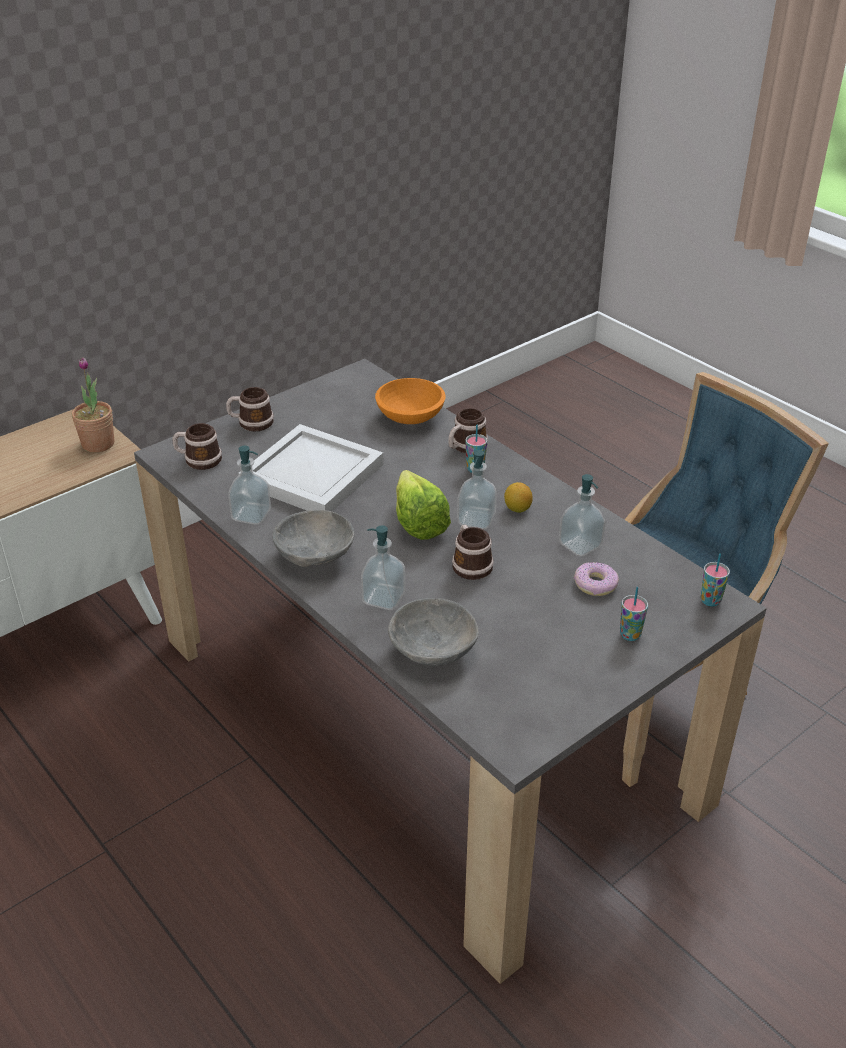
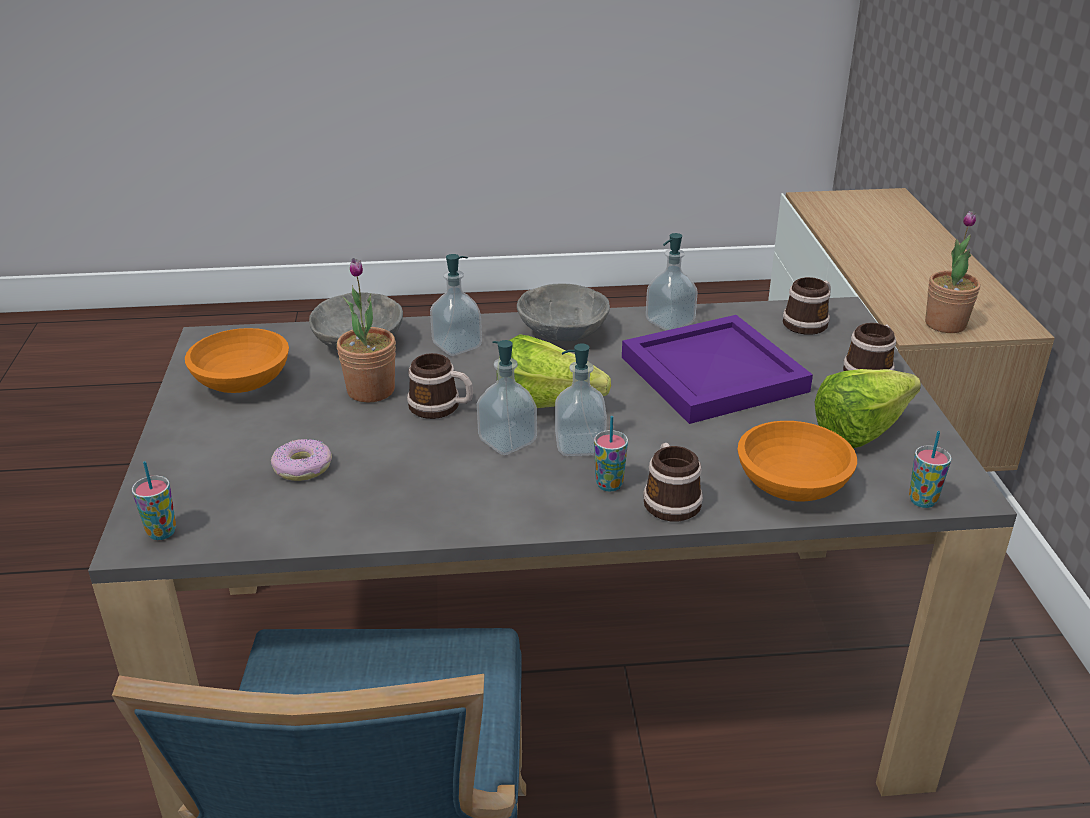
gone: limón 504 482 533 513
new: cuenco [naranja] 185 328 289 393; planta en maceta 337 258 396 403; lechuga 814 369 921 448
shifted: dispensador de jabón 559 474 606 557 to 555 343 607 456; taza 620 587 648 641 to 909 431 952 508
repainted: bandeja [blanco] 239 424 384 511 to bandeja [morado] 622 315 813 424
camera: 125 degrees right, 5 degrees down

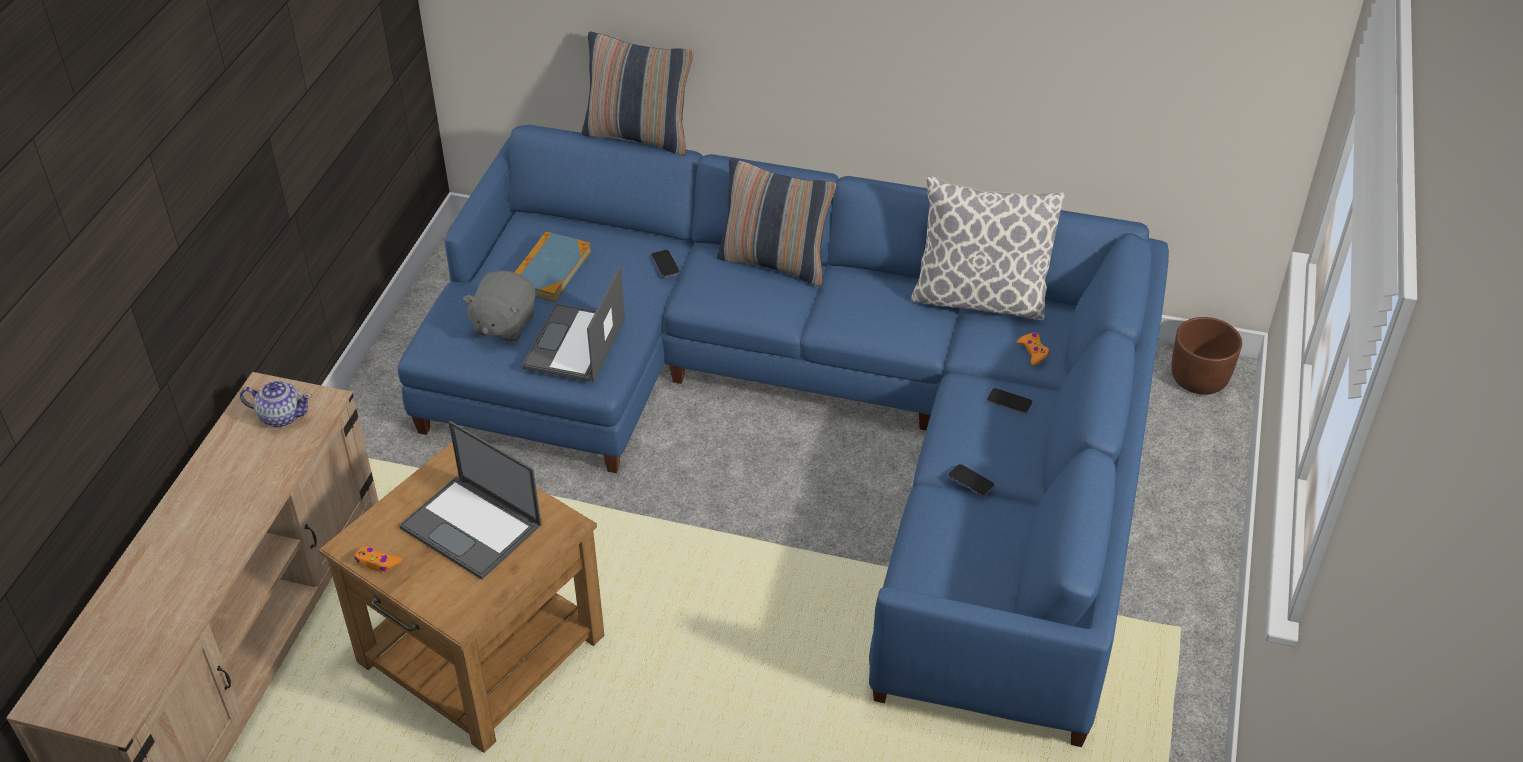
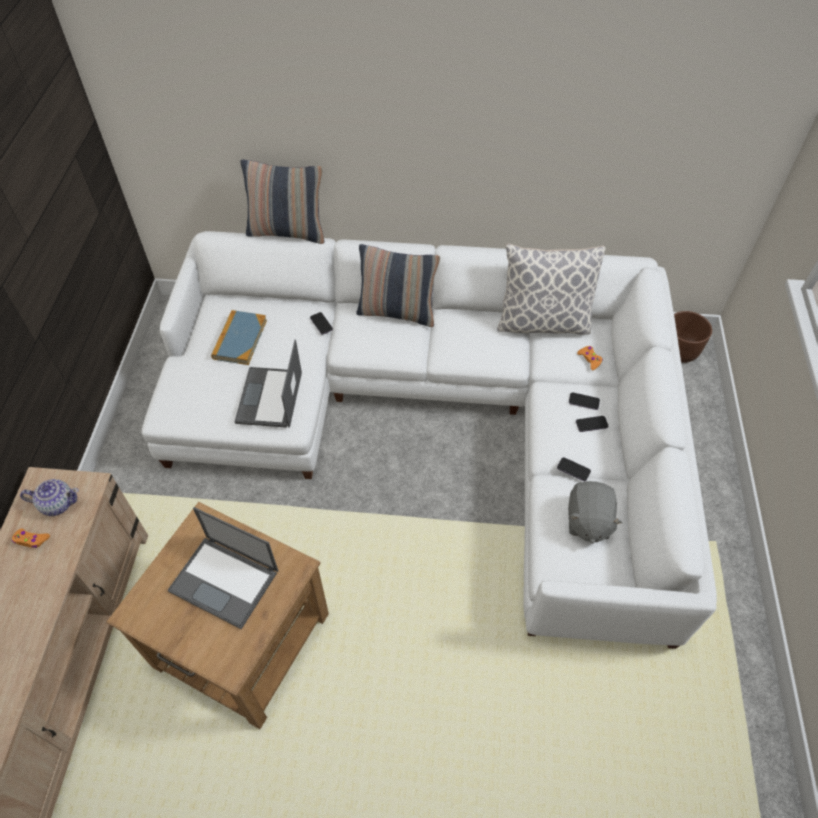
new: móvil 576 416 608 432
shifted: mando de consola [naranja] 354 546 402 571 to 12 528 50 548; peluche [gris] 463 270 536 342 to 568 481 622 544
repainted: sofá [azul] 397 125 1169 747 to sofá [blanco] 142 231 717 649
camera: 10 degrees left, 10 degrees up

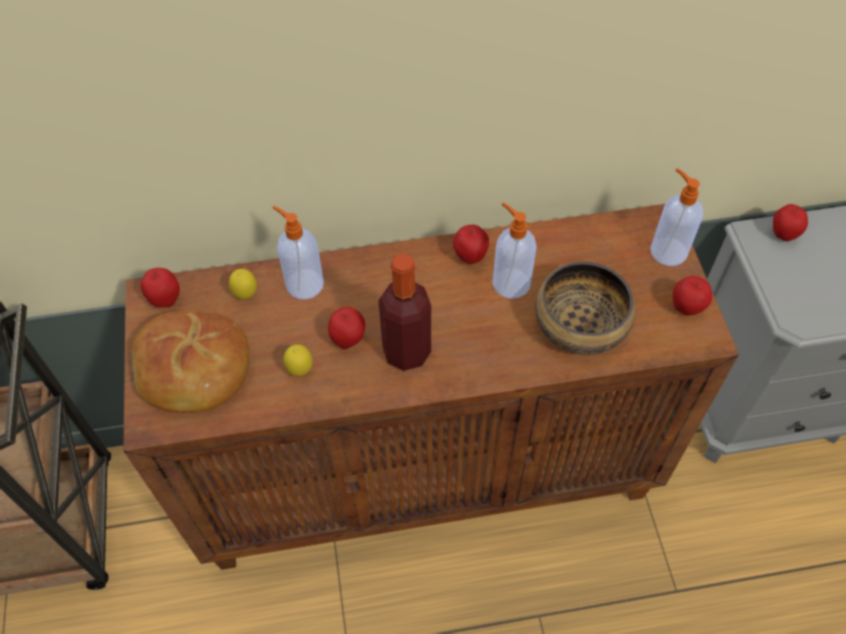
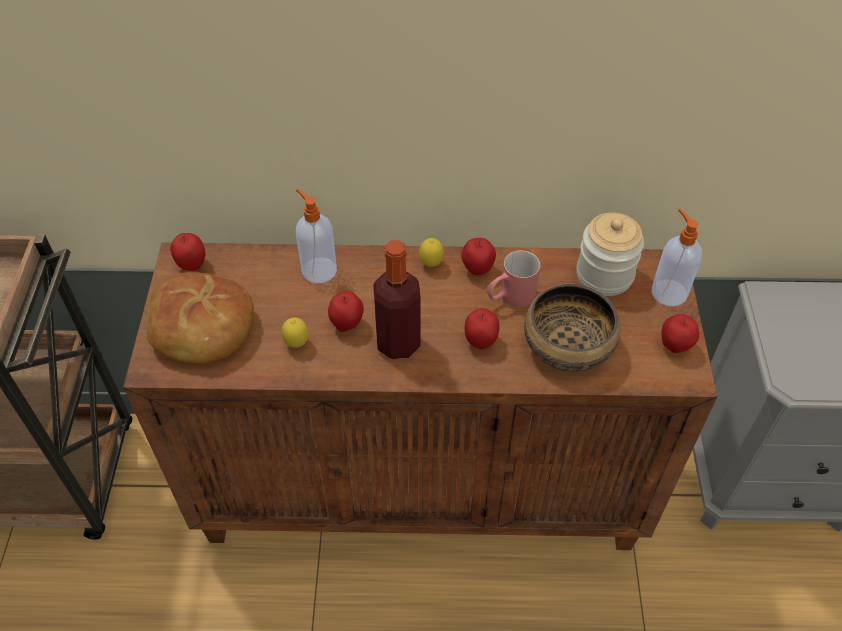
new: tarro 576 212 644 296
shifted: limón 229 269 257 299 to 419 238 444 267; manzana 773 204 808 241 to 465 308 499 349
swapped: dispensador de jabón 493 202 537 299 to taza grande [rojo] 486 250 540 307
camera: 10 degrees right, 5 degrees down

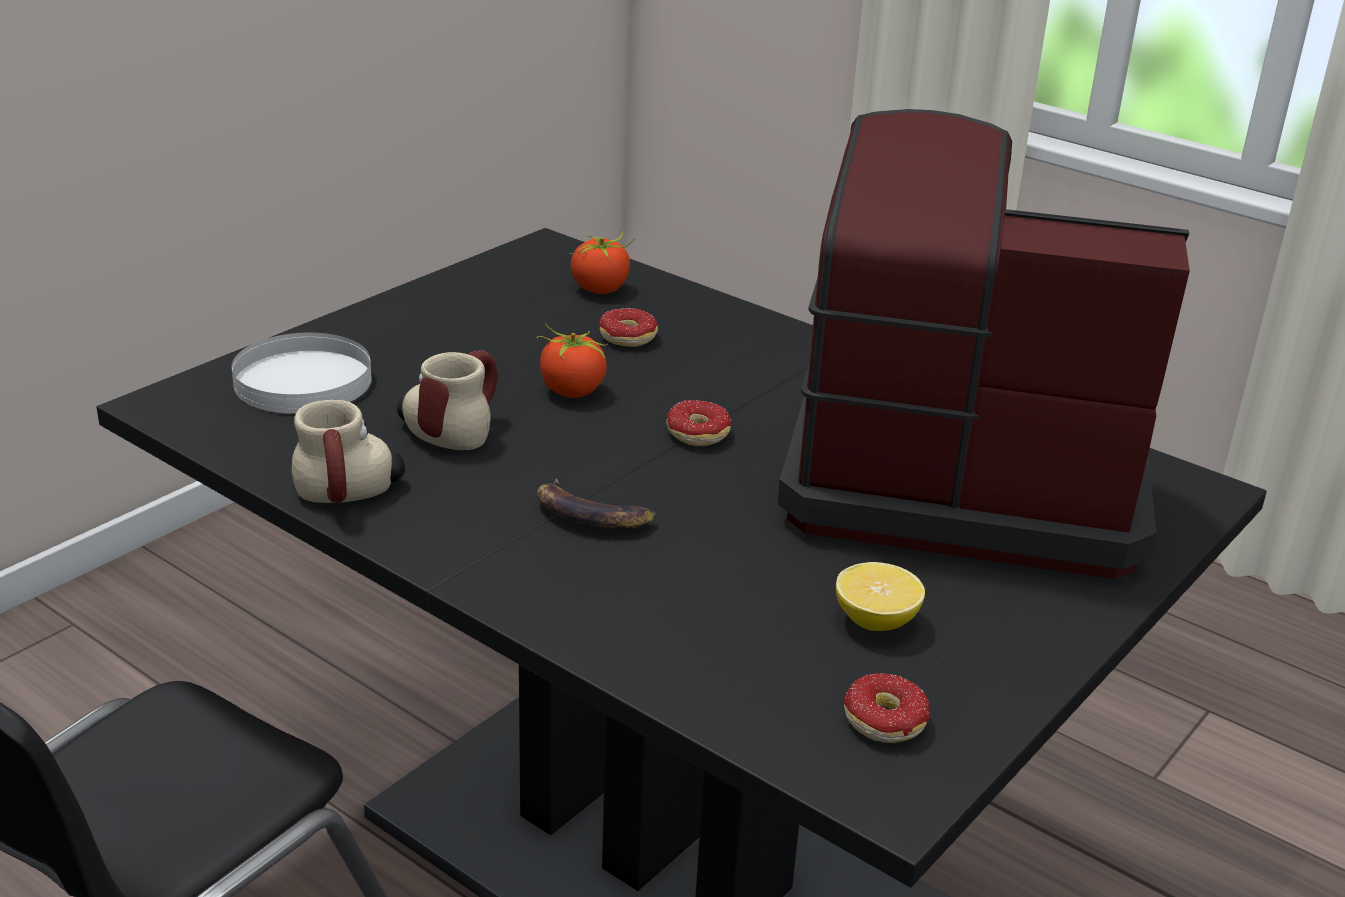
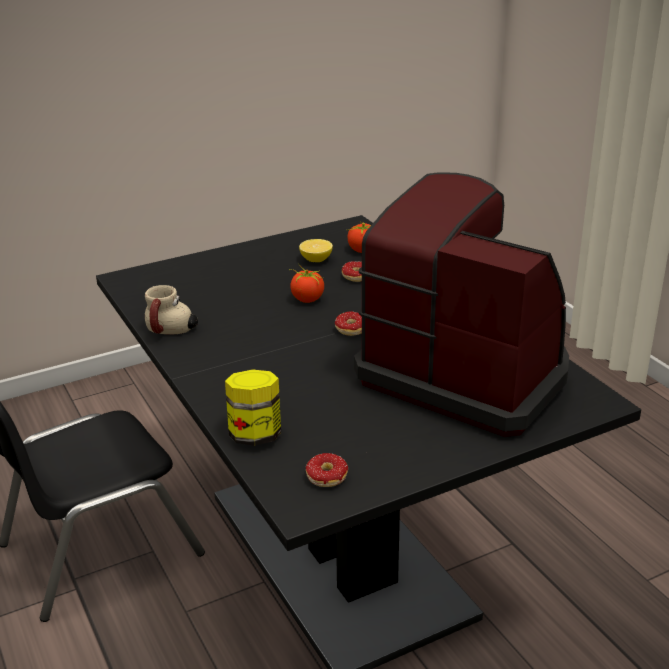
gone: plato [blanco] 232 333 372 414; taza grande 397 350 498 450; plátano 537 479 656 529
new: tarro 225 369 281 446
shifted: limón 836 562 925 631 to 299 239 333 262
camera: 25 degrees right, 0 degrees up

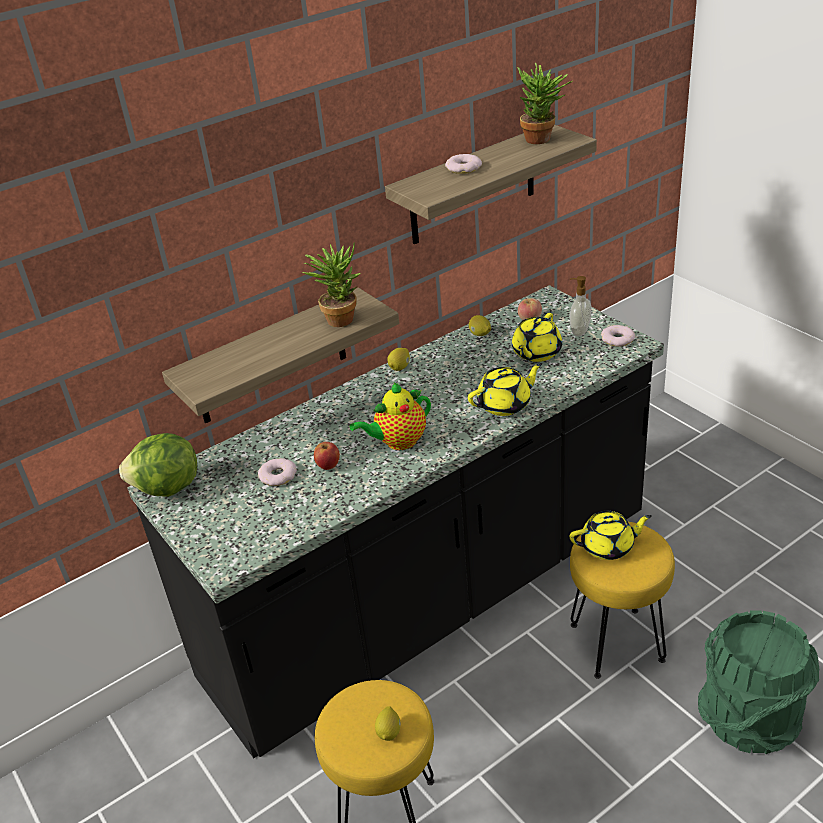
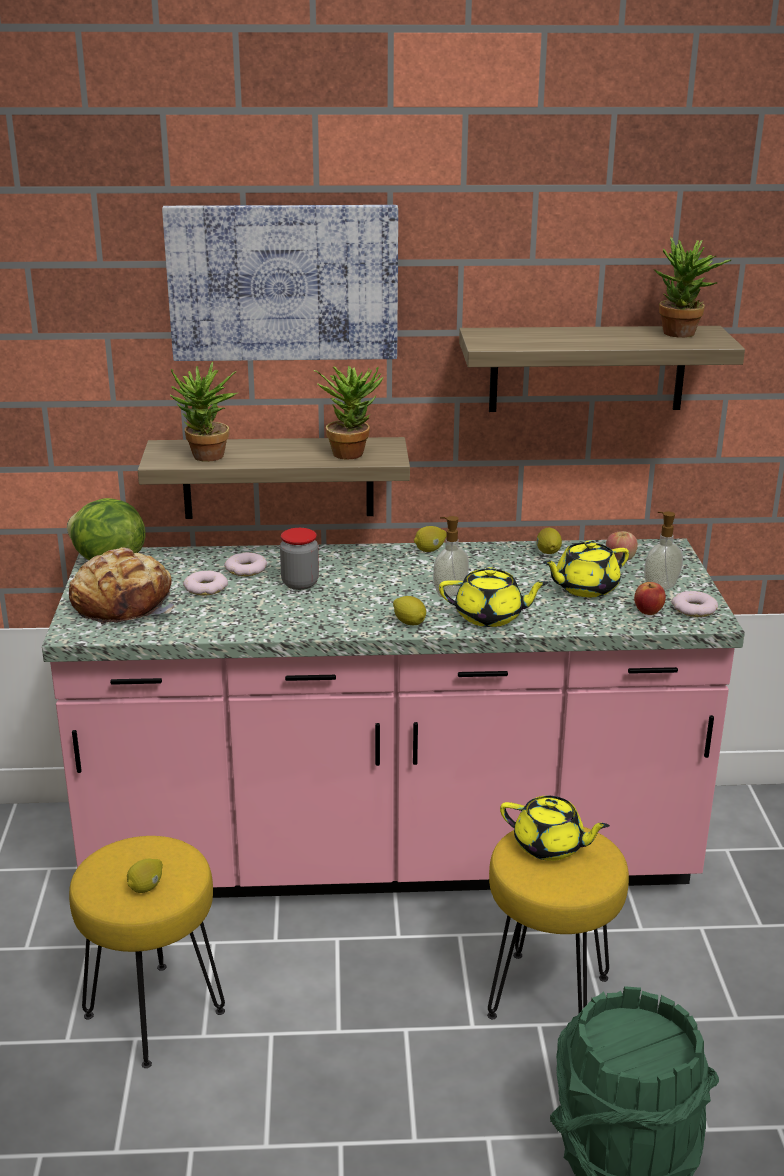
gone: tetera 350 382 431 450
new: pan 69 547 174 624; cuadro 162 205 398 361; planta en maceta 170 362 237 462; tarro 280 528 319 590; limón 393 596 426 625; dispensador de jabón 433 516 469 597
shifted: rosquilla 445 154 482 174 to 224 552 267 576; manzana 314 442 340 470 to 634 582 666 615
repainted: mueble bajo de cocina [negro] 127 285 664 758 to mueble bajo de cocina [rosa] 42 538 745 898
camera: 30 degrees right, 10 degrees down

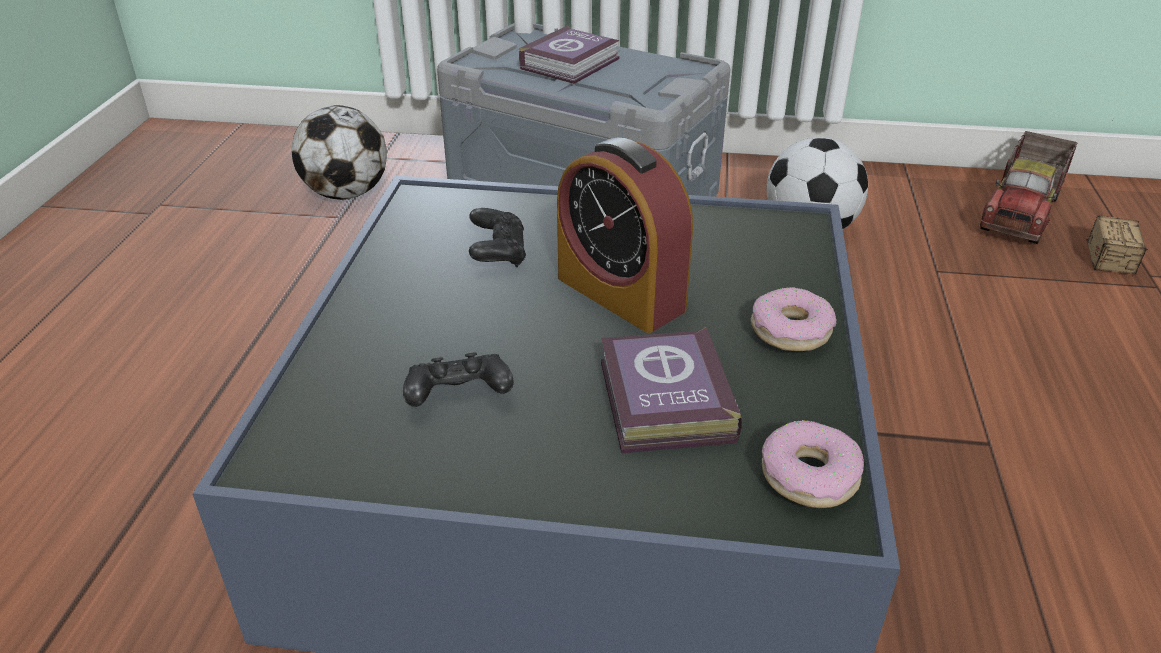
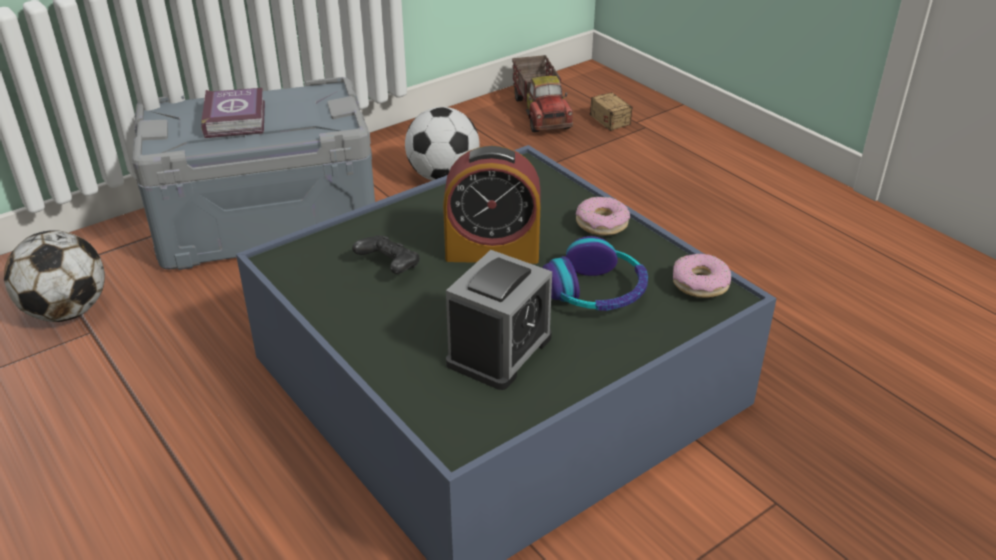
swapped: mando de consola [negro] 403 352 514 407 to despertador 446 250 552 390; libro 601 327 742 453 to auriculares 543 236 648 311
camera: 45 degrees left, 0 degrees up

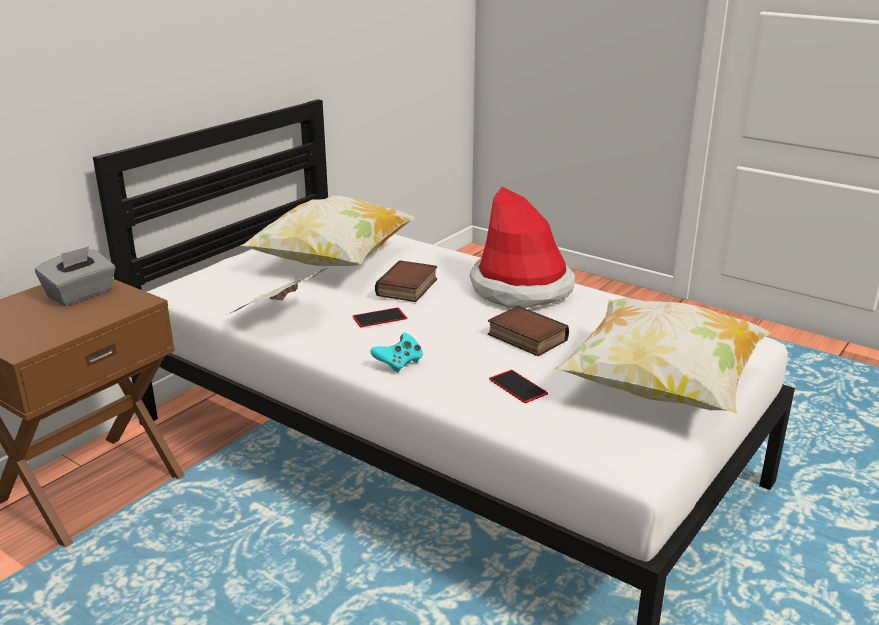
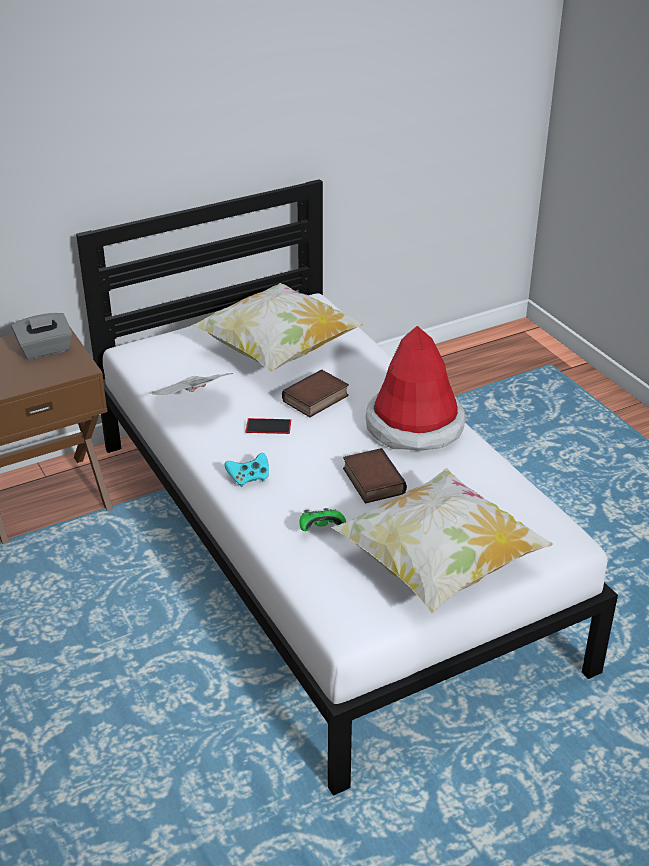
swapped: móvil 489 370 548 403 to mando de consola [verde] 300 508 346 531
camera: 25 degrees right, 10 degrees up

